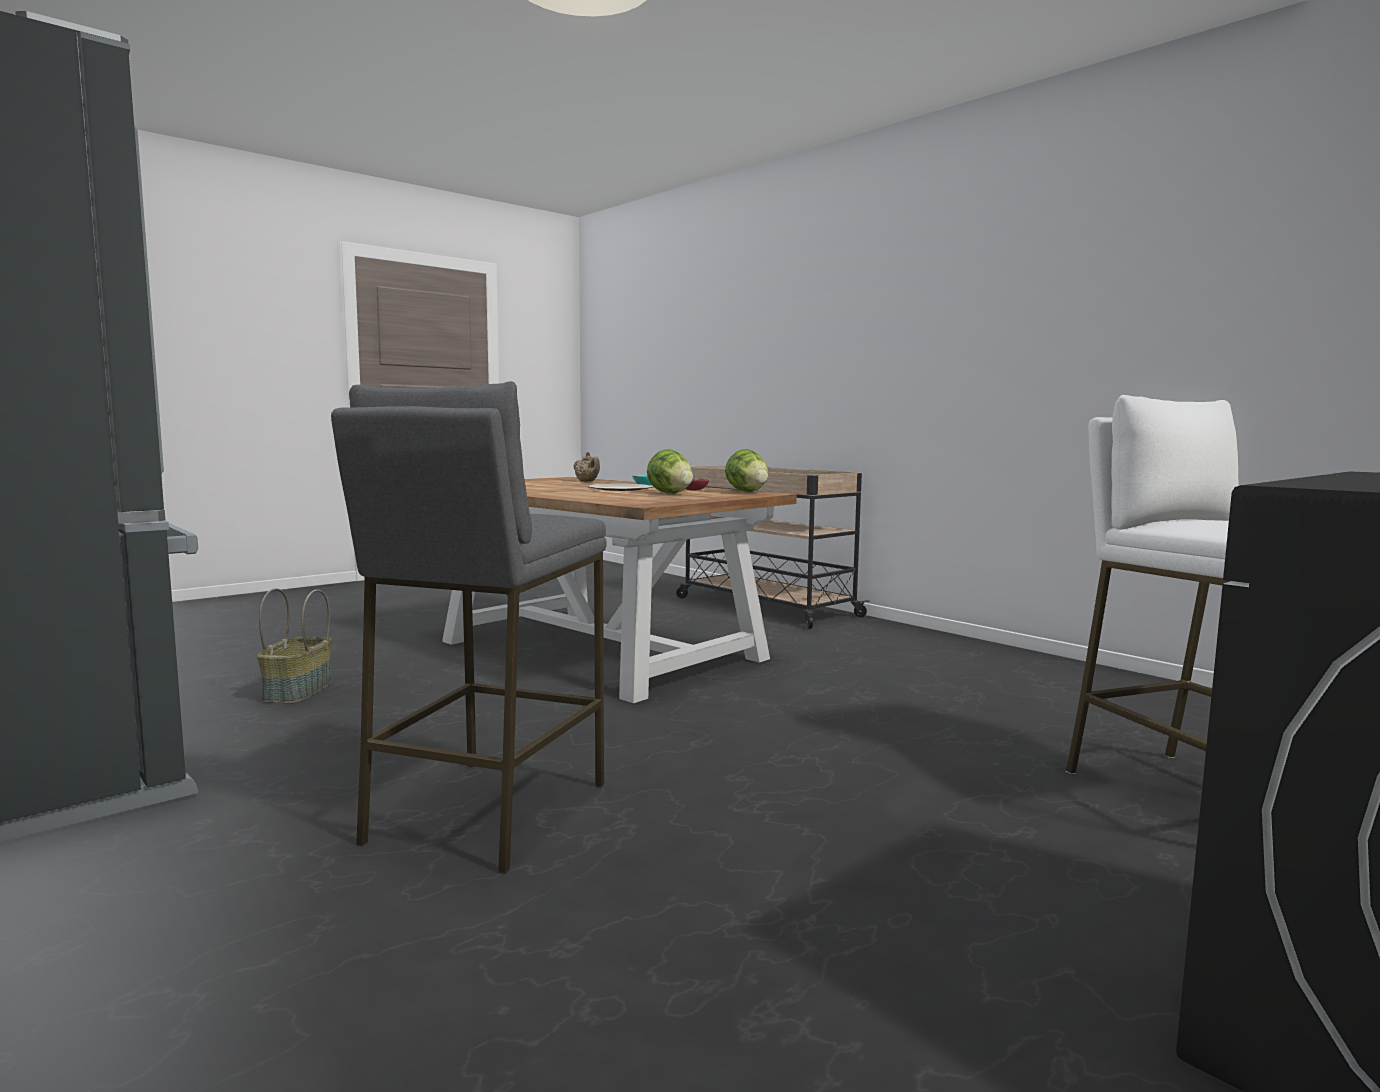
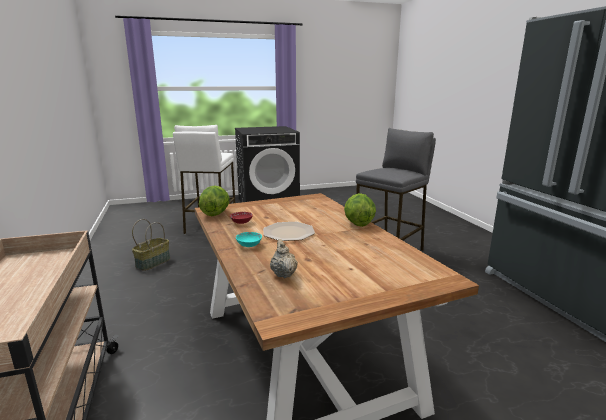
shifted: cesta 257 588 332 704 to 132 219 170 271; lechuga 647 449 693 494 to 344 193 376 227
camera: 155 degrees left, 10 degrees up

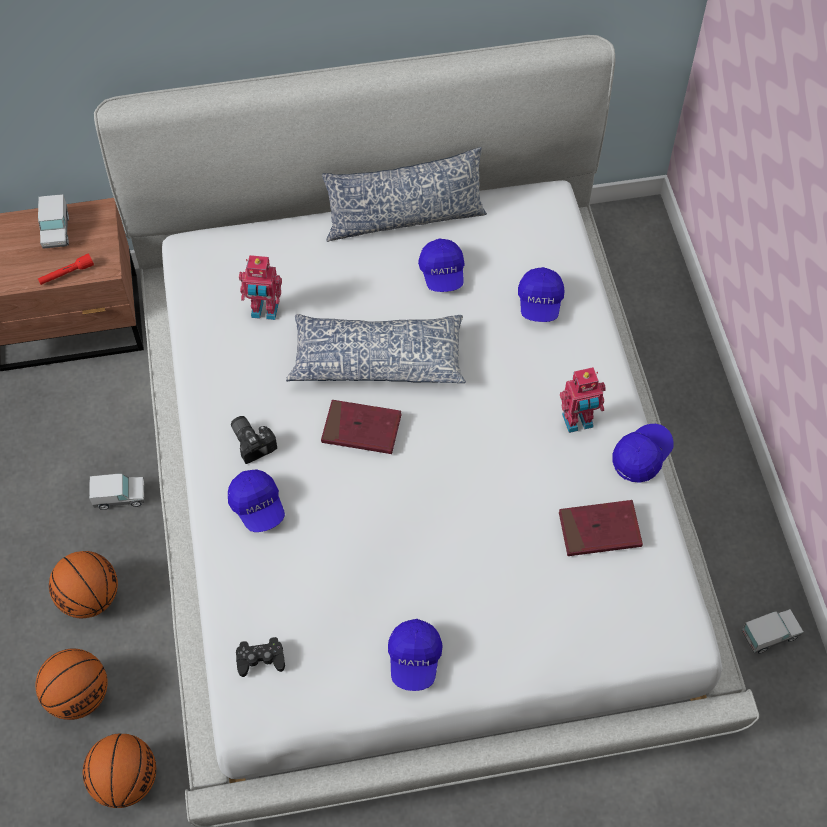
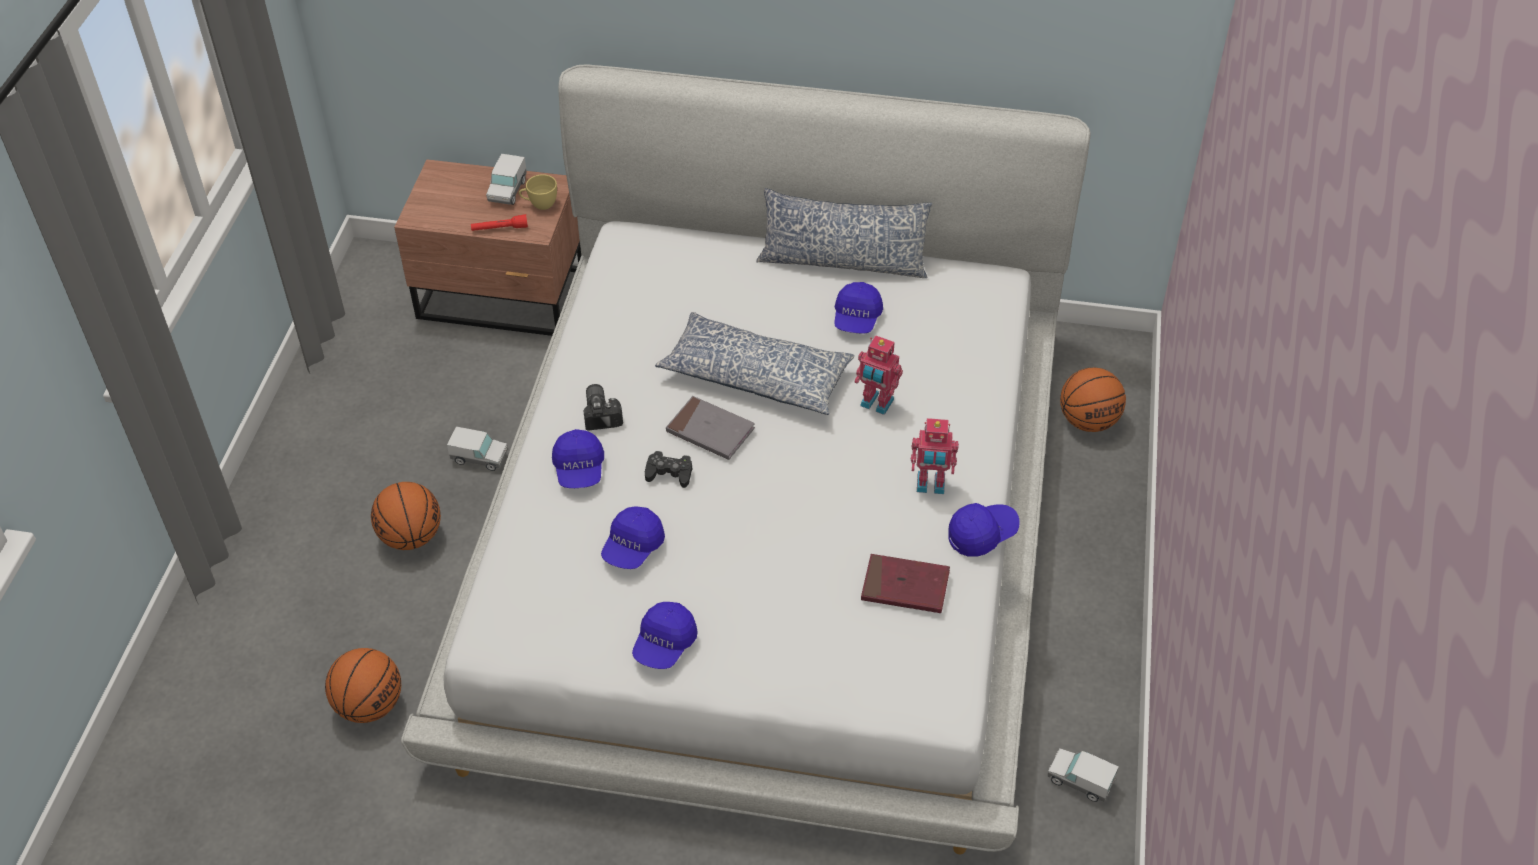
new: taza [amarillo] 519 174 557 210
shifted: gorra [azul] 518 267 565 322 to 601 506 665 569; mando de consola [negro] 236 637 285 677 to 645 451 693 488; robot de juguete 239 255 282 320 to 855 335 903 415; balón de baloncesto 36 649 108 720 to 1060 368 1126 432
repainted: libro [rojo] 321 400 402 454 to libro [gris] 666 396 755 460
rotated: camión de juguete 741 609 803 654 = 1048 748 1119 802 150 degrees counterclockwise
camera: 20 degrees right, 10 degrees down

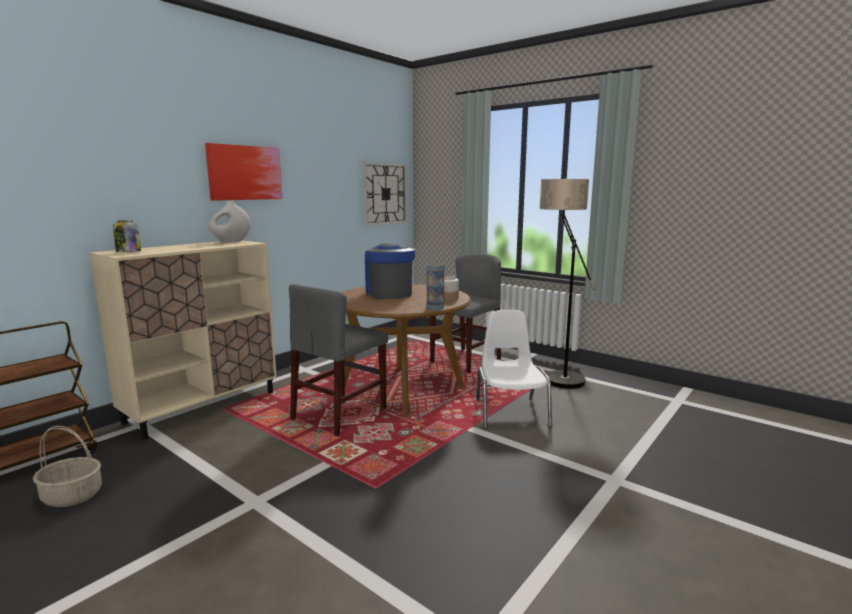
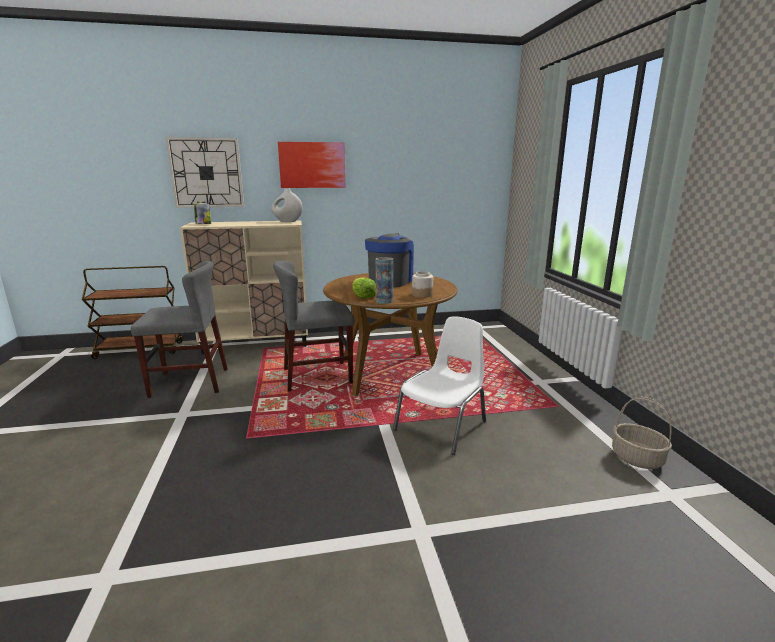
gone: lámpara de pie 539 178 595 389
new: lechuga 353 277 376 298
shifted: silla [gris] 430 254 501 373 to 131 261 228 398; reloj de pared 363 163 407 226 to 166 137 244 208; cesta 33 426 102 507 to 612 397 672 469
camera: 40 degrees right, 5 degrees up

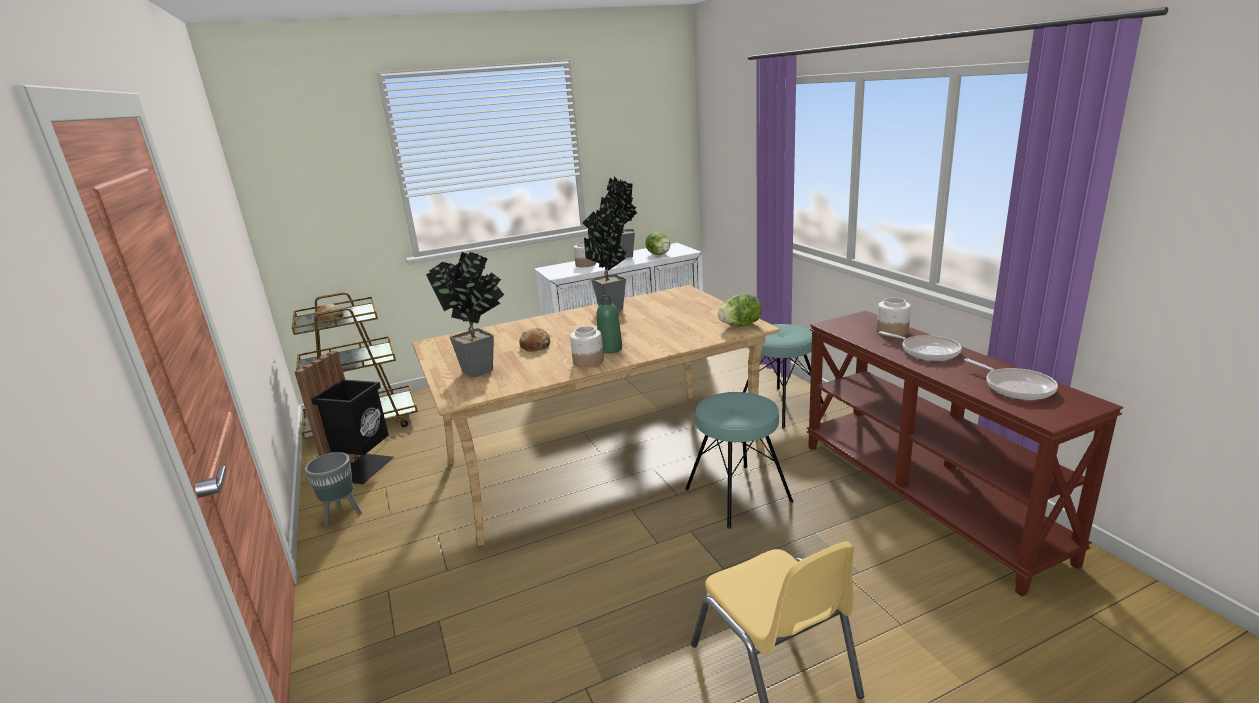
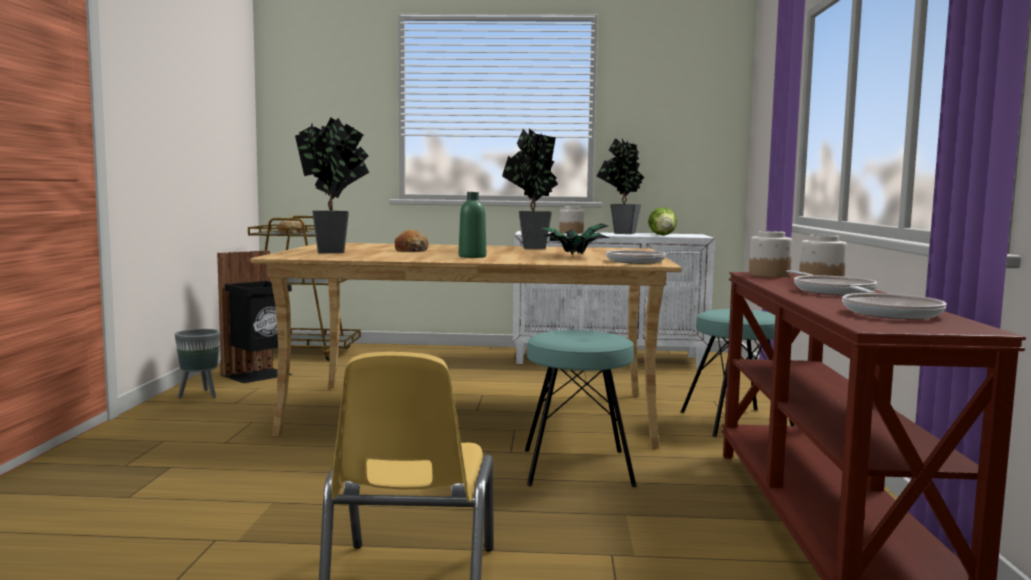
new: planta en maceta 539 223 609 256
shifted: tarro 570 326 604 367 to 749 231 792 277
swapped: lechuga 718 294 762 326 to sartén 606 250 699 264
camera: 25 degrees right, 15 degrees down

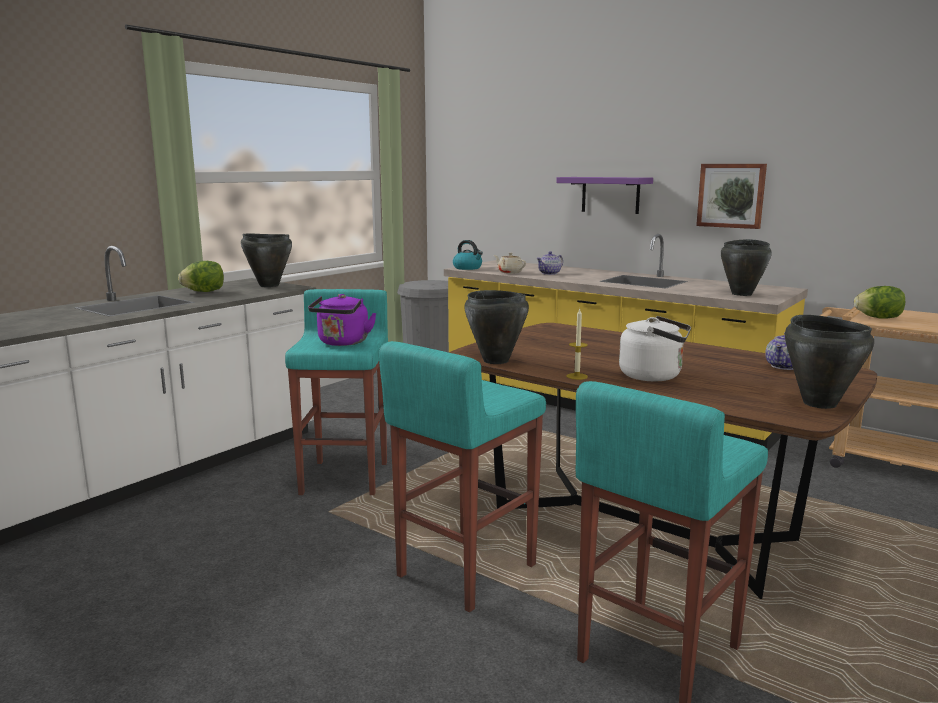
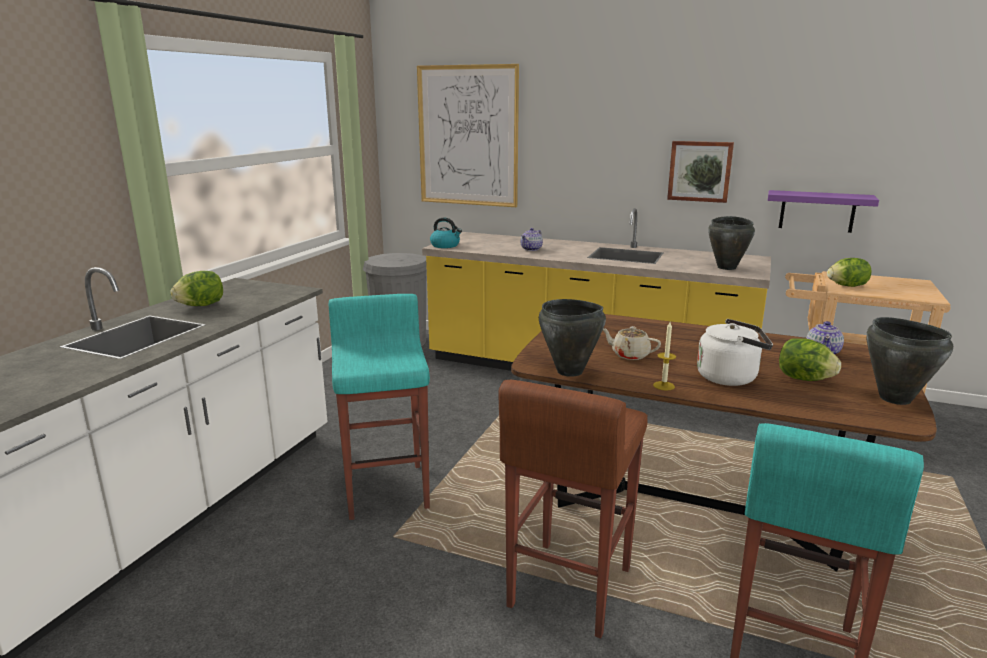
gone: olla [negro] 241 233 292 287; hervidor [morado] 308 294 377 346
new: cuadro 417 64 519 207; lechuga 779 339 841 381
shifted: tetera [beis] 494 253 526 274 to 603 326 661 360; estante [morado] 556 177 653 214 to 768 190 879 233
repainted: taburete [turquesa] 379 341 546 612 to taburete [marrón] 498 380 648 639
camera: 15 degrees left, 5 degrees up

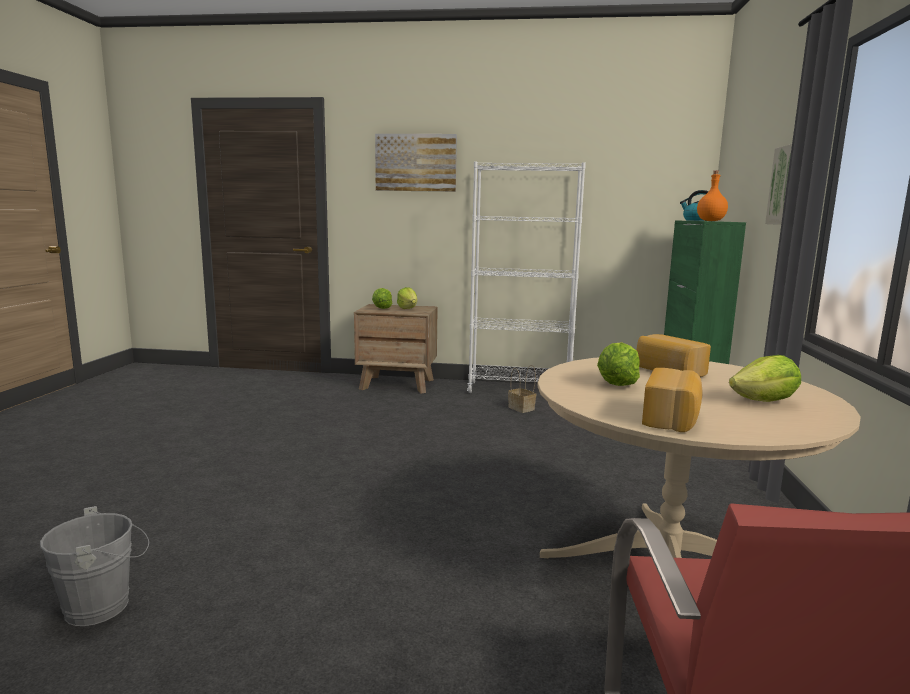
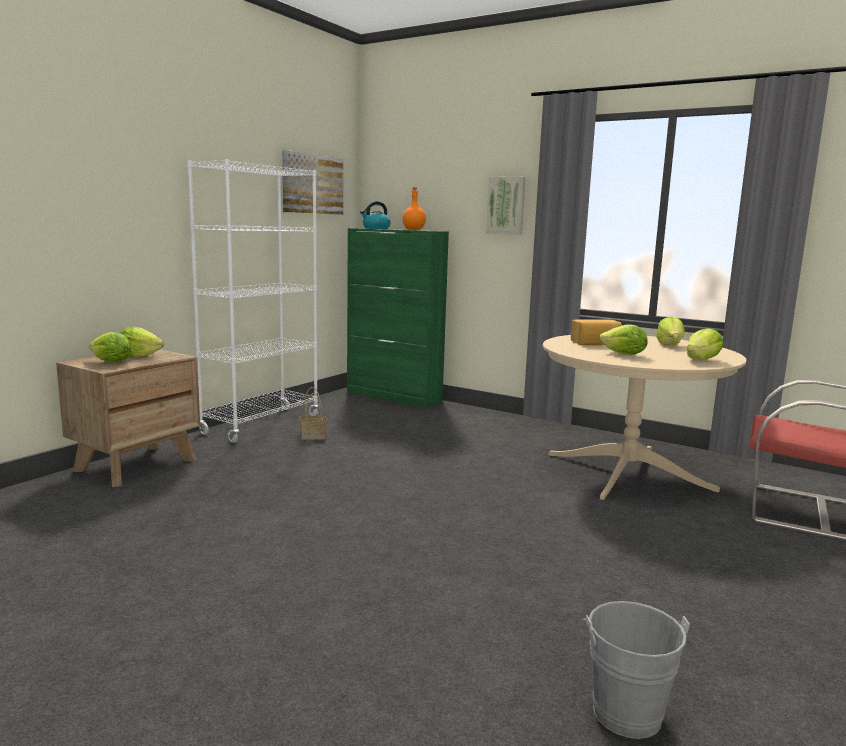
shifted: cuadro 375 134 457 192 to 282 150 343 215
swapped: pan 642 368 702 432 to lechuga 687 328 723 360
camera: 65 degrees left, 0 degrees up

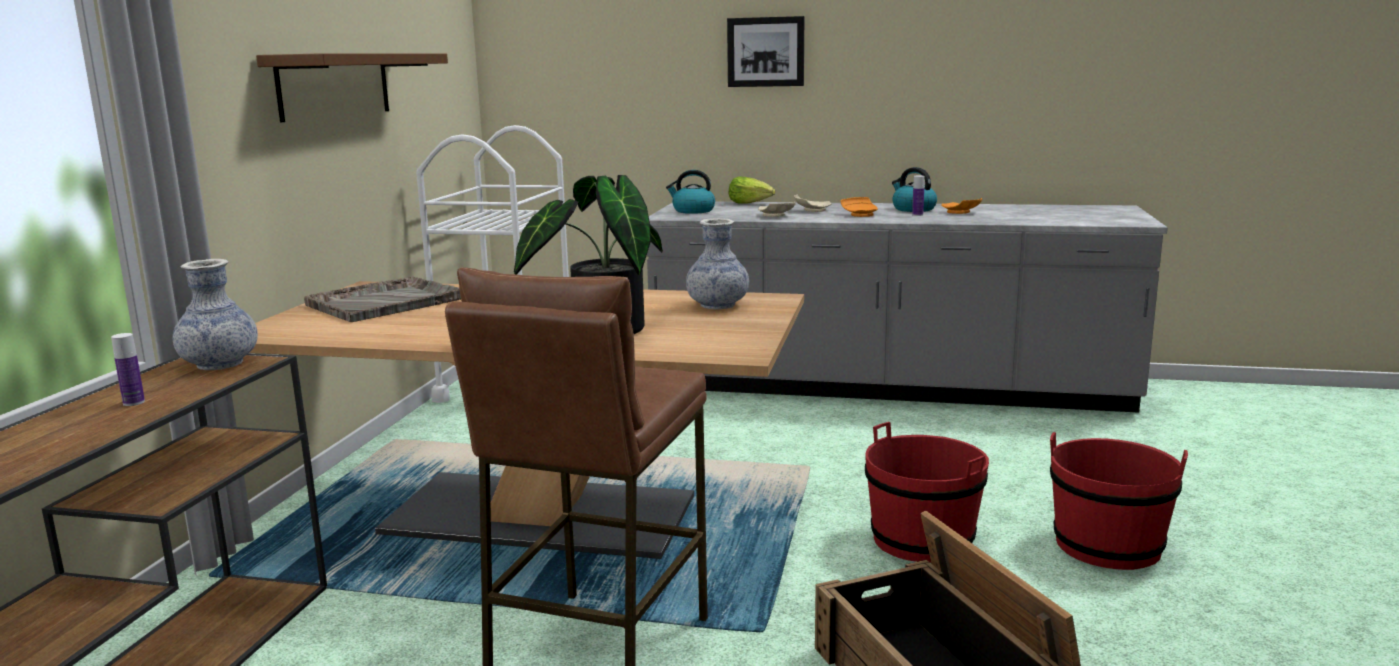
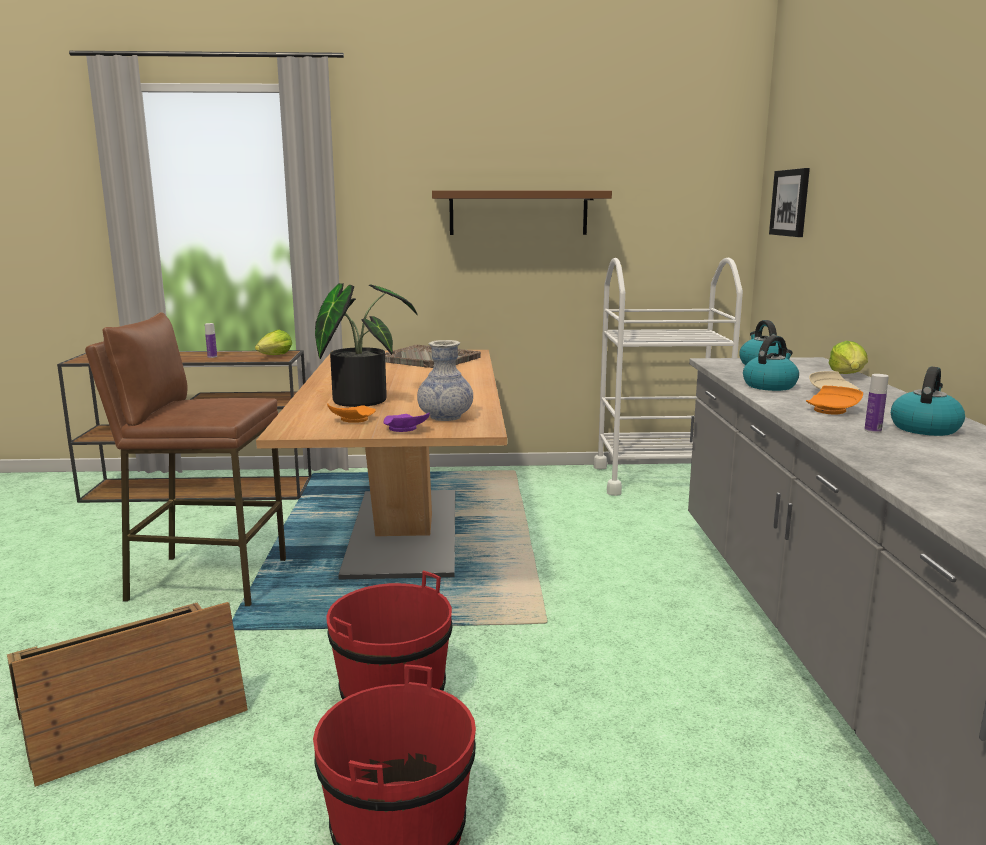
new: plato [morado] 384 413 430 432
shifted: plato [naranja] 941 198 982 214 to 327 403 376 423; cuadro 727 16 804 87 to 769 168 810 237
swapped: florero 173 259 258 370 to lechuga 255 330 292 355; plato [beis] 758 201 796 217 to hervidor 743 335 799 391
camera: 75 degrees right, 0 degrees up

